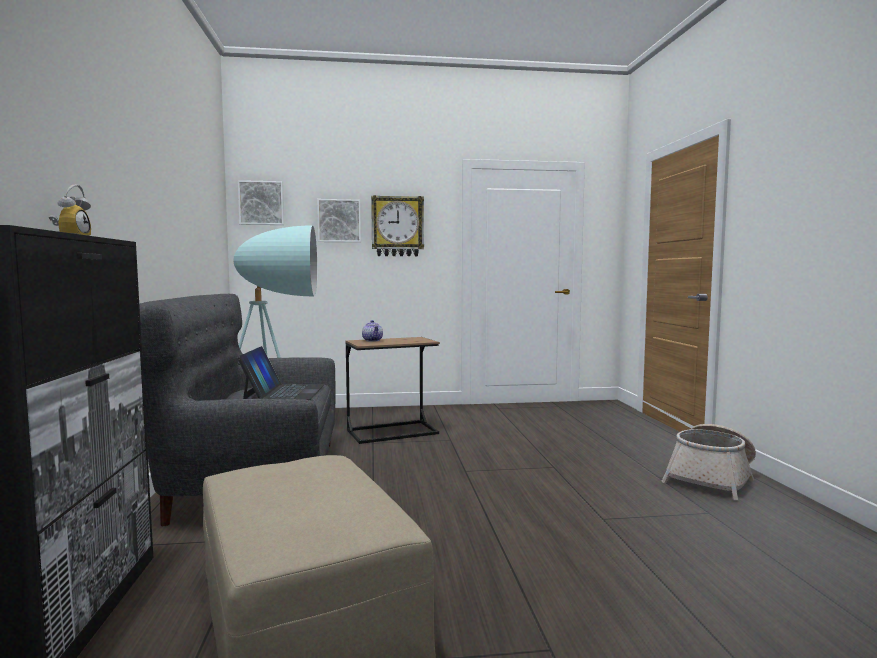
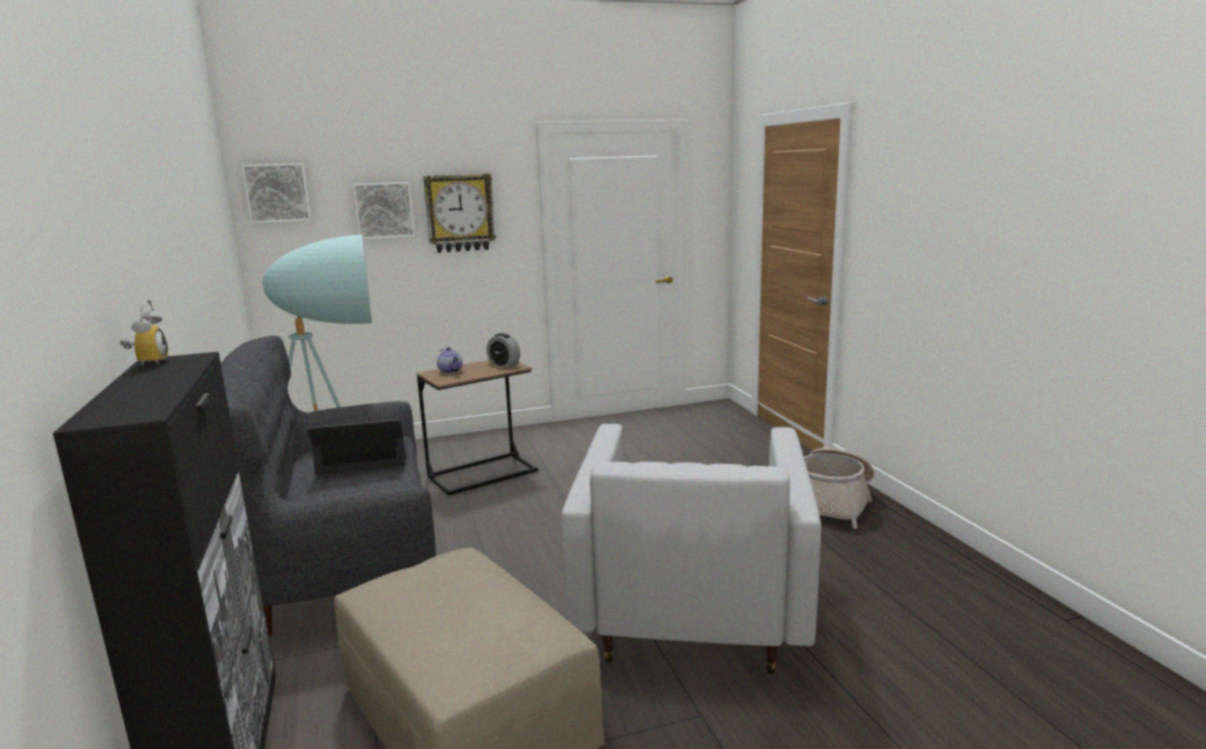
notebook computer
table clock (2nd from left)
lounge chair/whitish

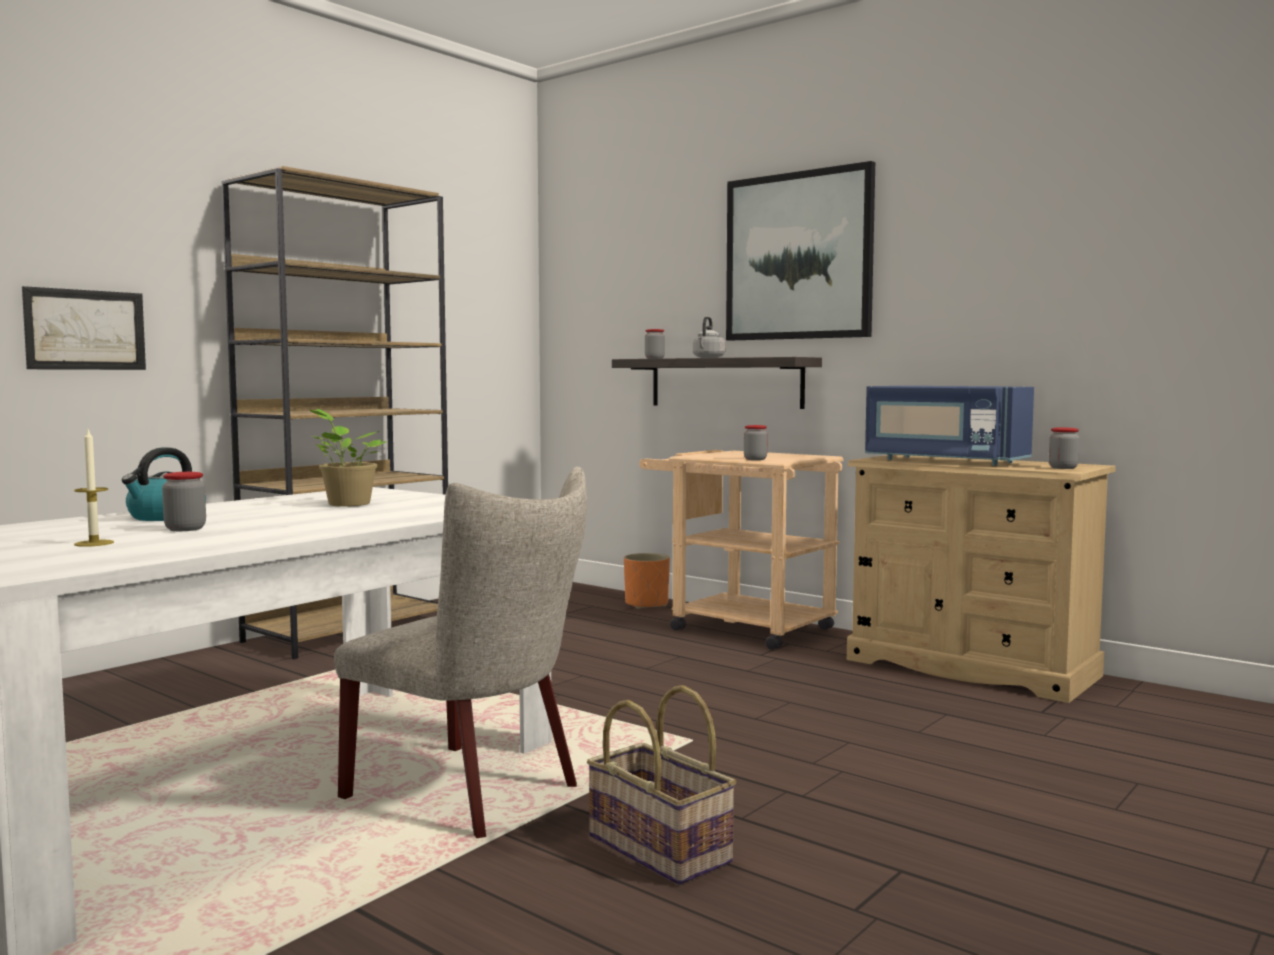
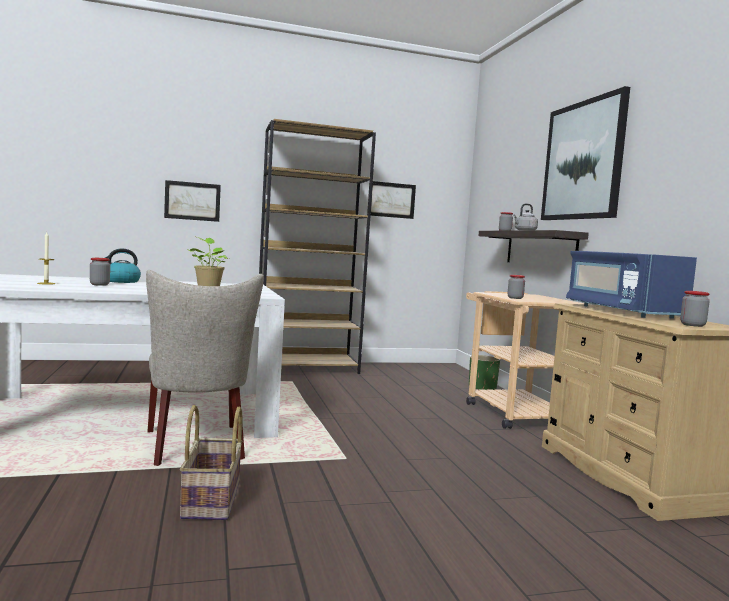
wall picture (2nd from left)
plant pot/green

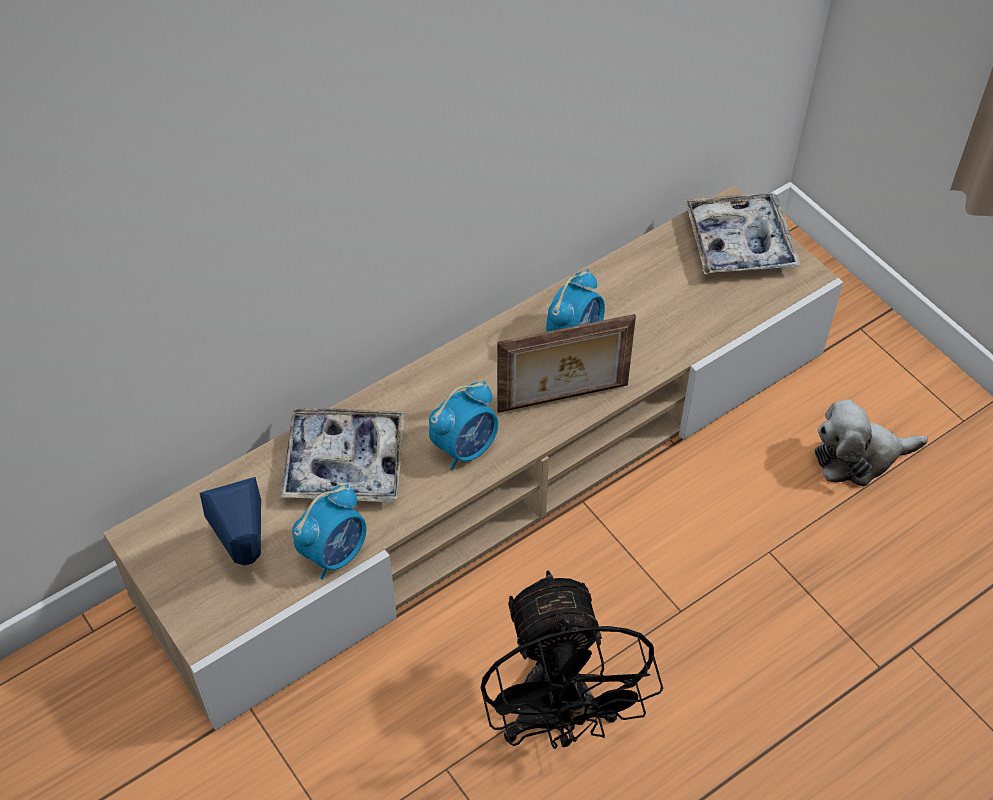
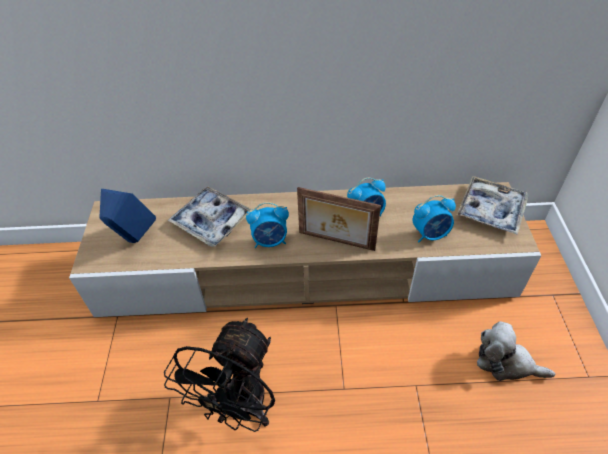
table clock (3rd from left)

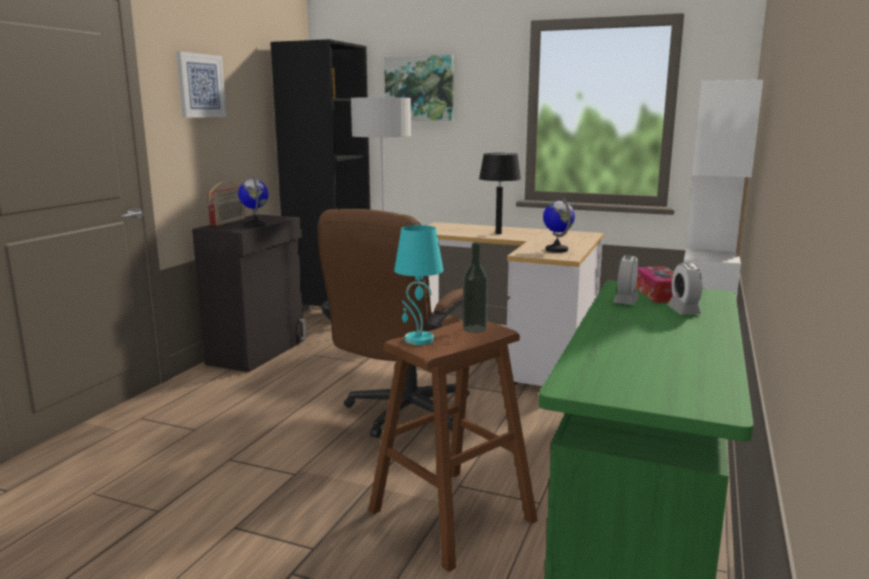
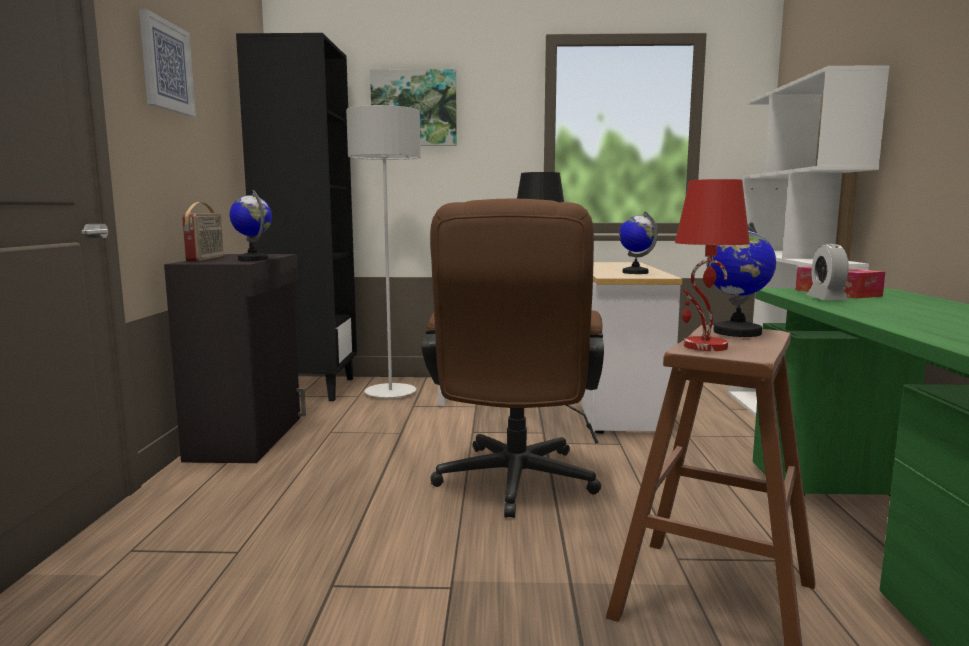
tabletop lamp/red
desk globe (3rd from left)
table clock (2nd from left in the first image)

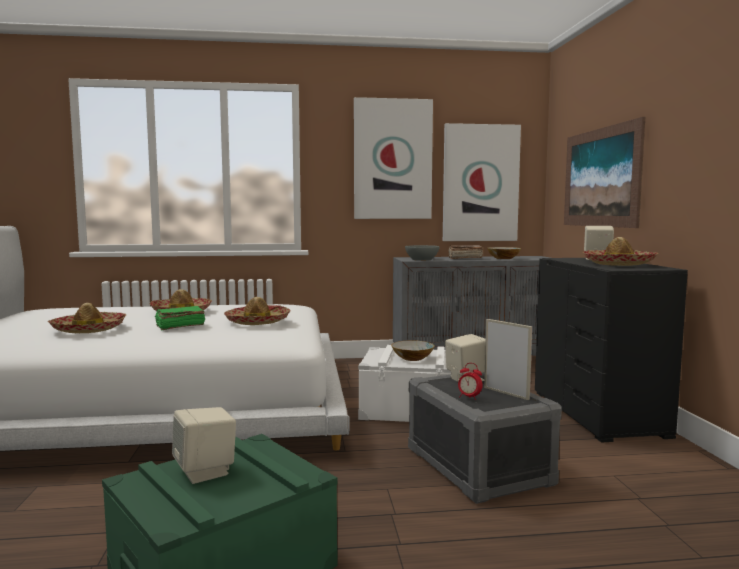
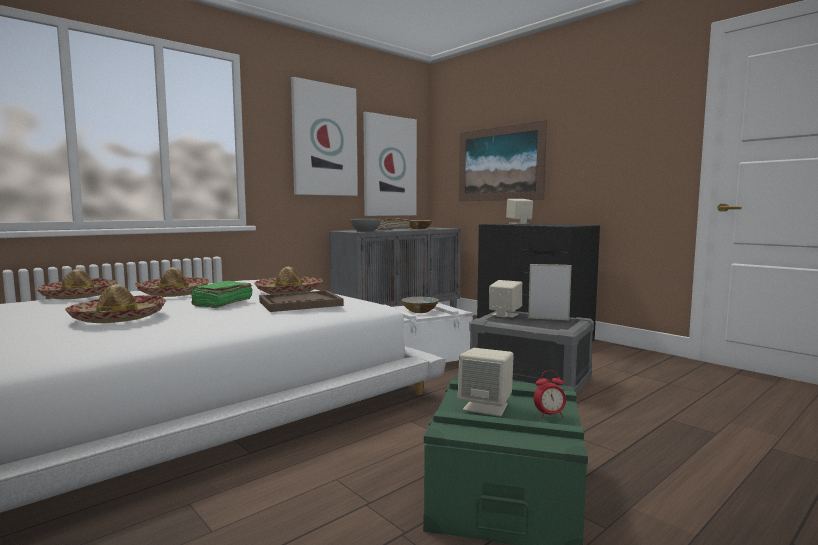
wearable hat (1st from left)
tray/brownish
table clock

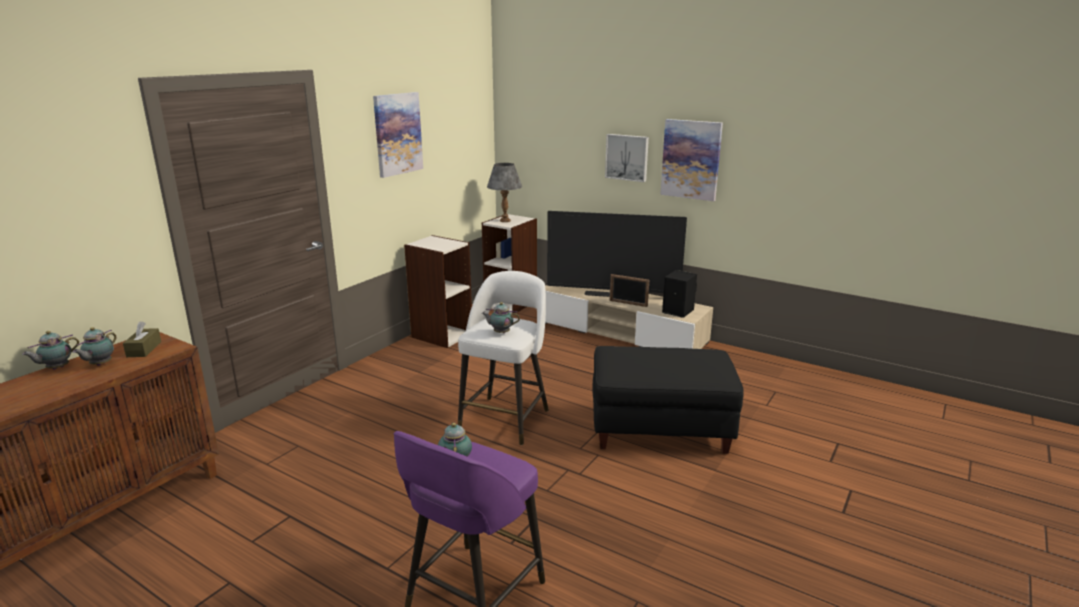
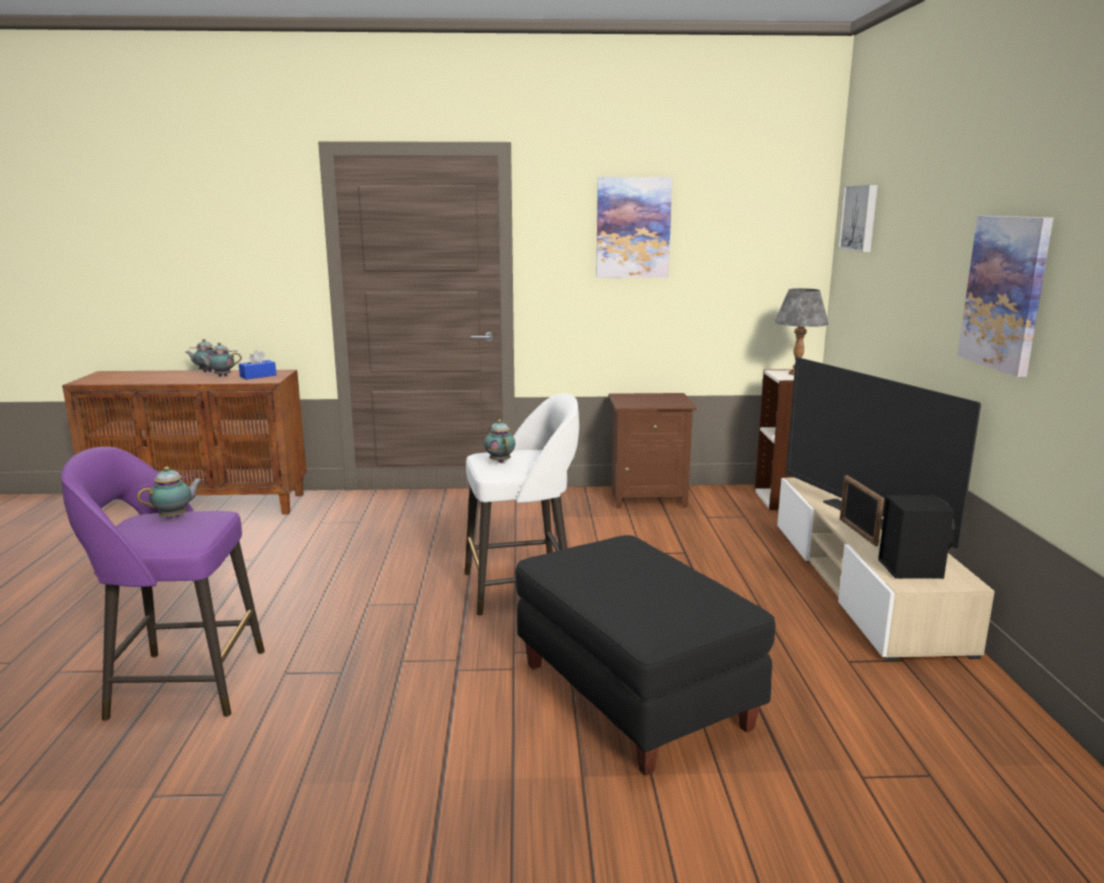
tissue holder/blue
nightstand/brownish
wall picture (2nd from left)

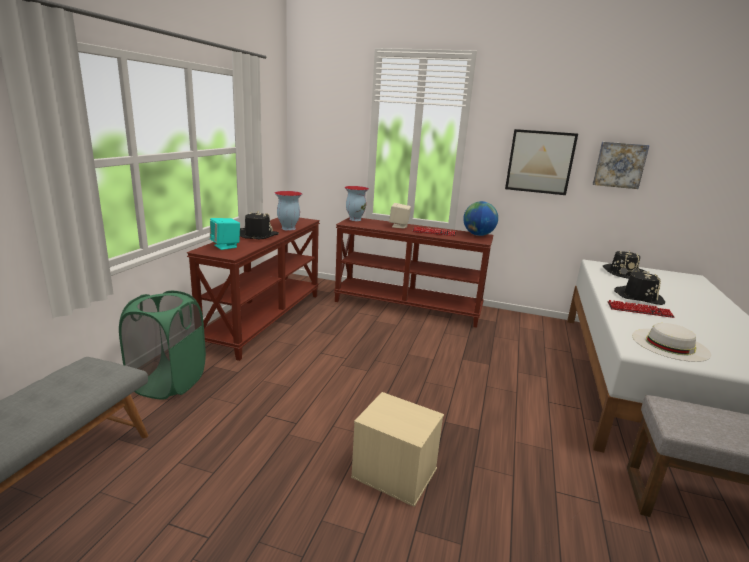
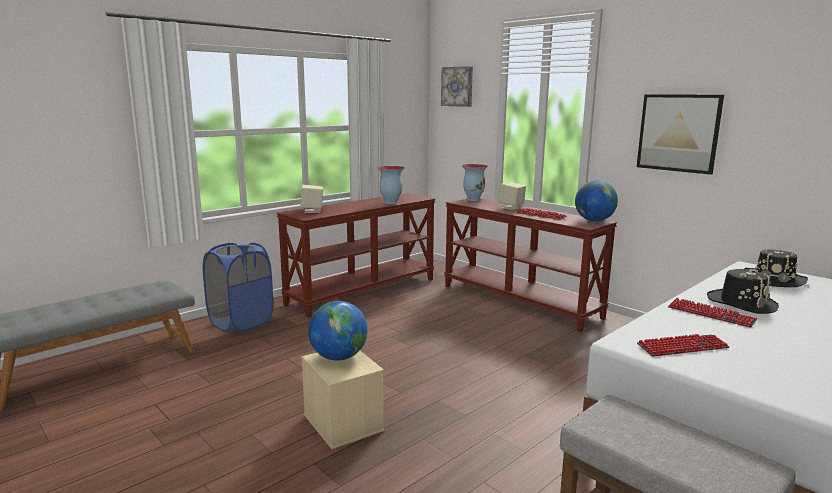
laundry basket/blue
speaker/sand-coloured (1st from left)
desk globe (1st from left)
wall picture (1st from left)
computer keyboard (2nd from left)
wearable hat/black-coloured (1st from left in the first image)

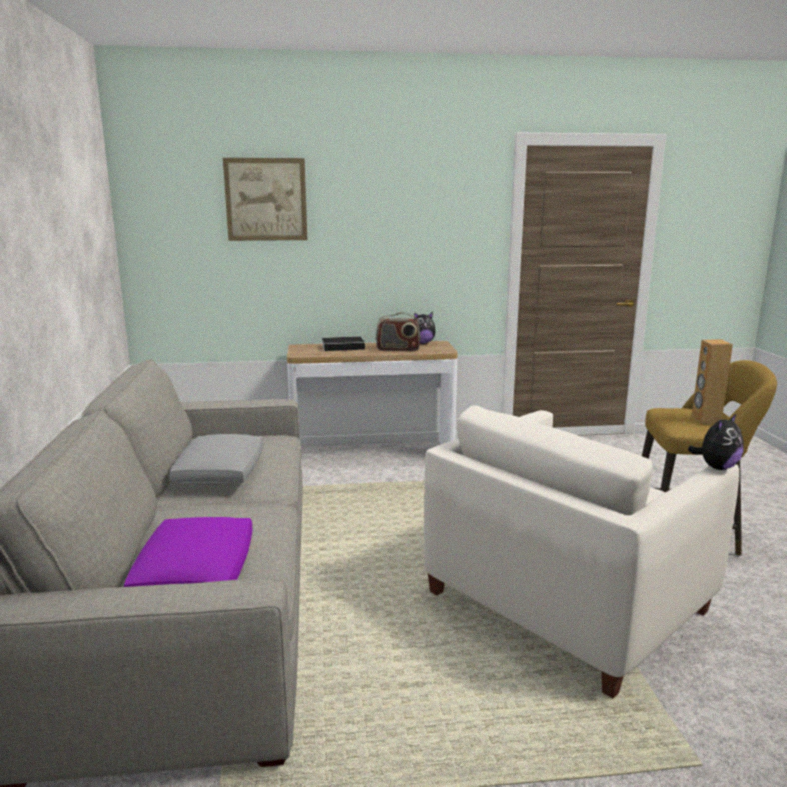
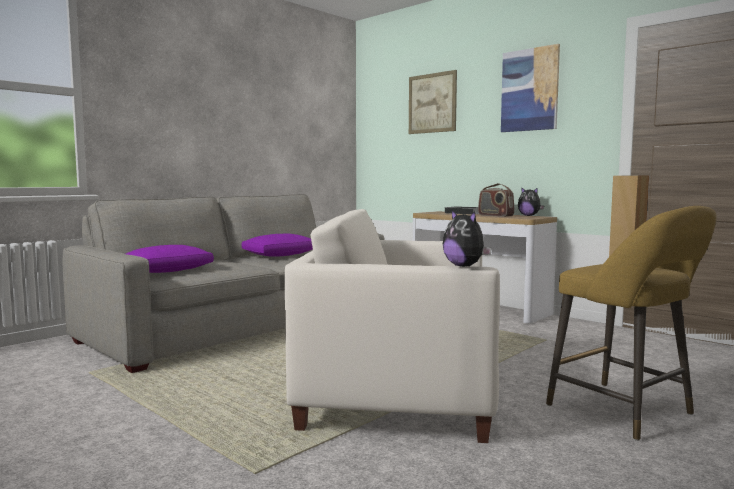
cushion/purple-coloured (2nd from left)
soft toy (1st from left)
wall picture (2nd from left)

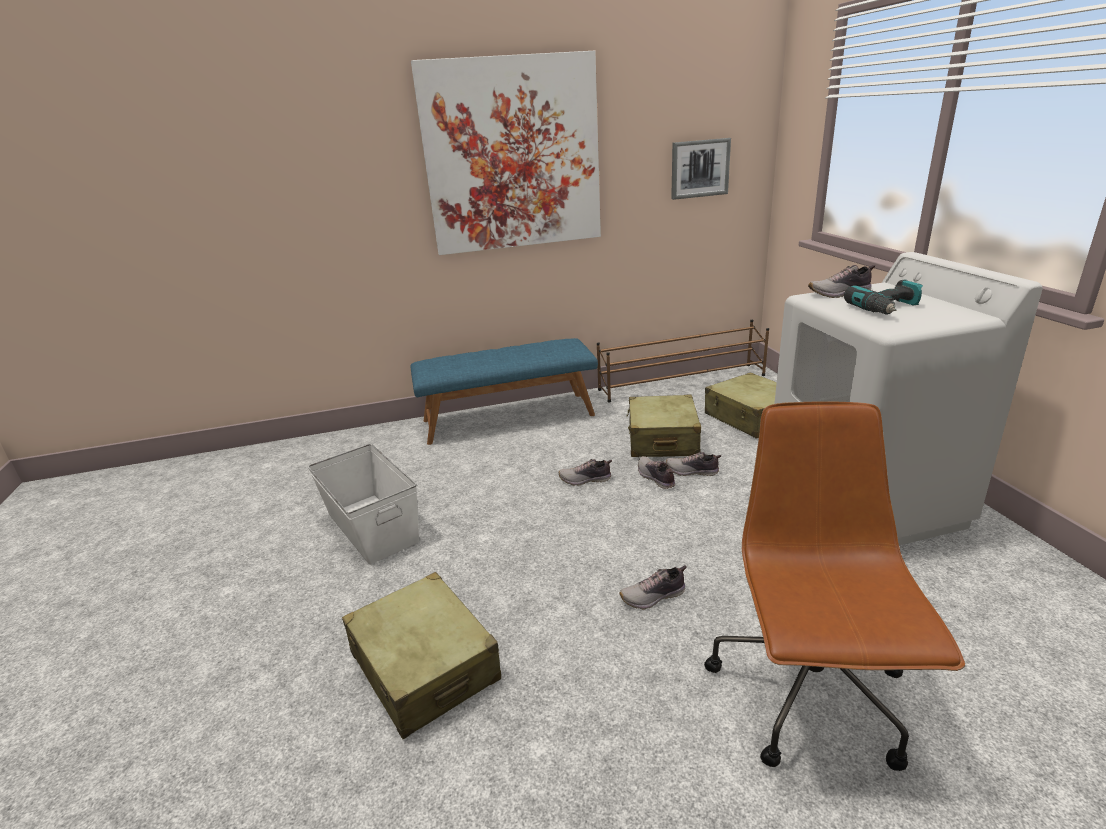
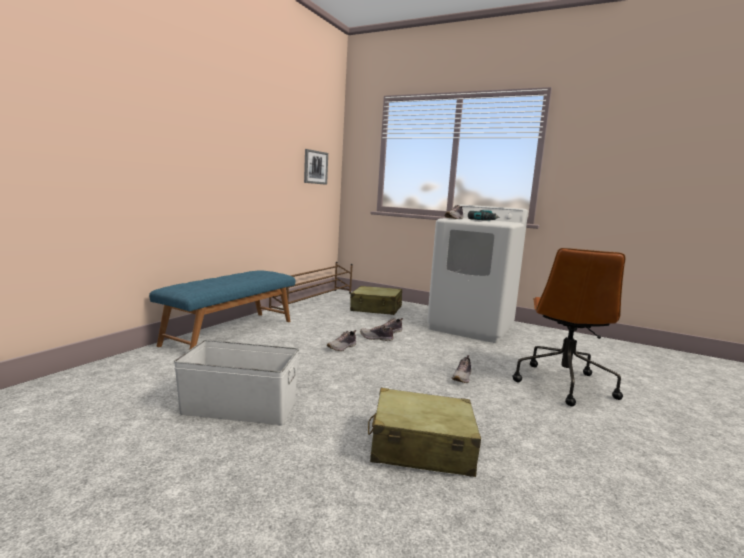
office chair/brownish
wall picture (1st from left in the first image)
travel case/sand-coloured (2nd from left in the first image)

